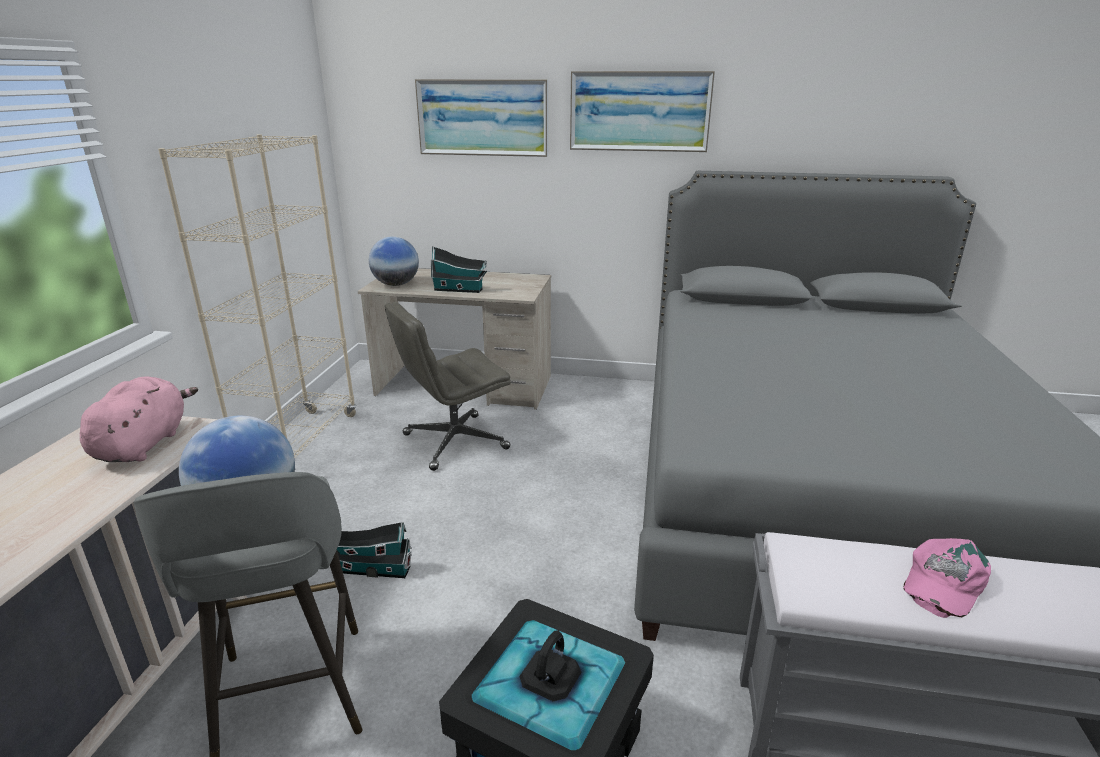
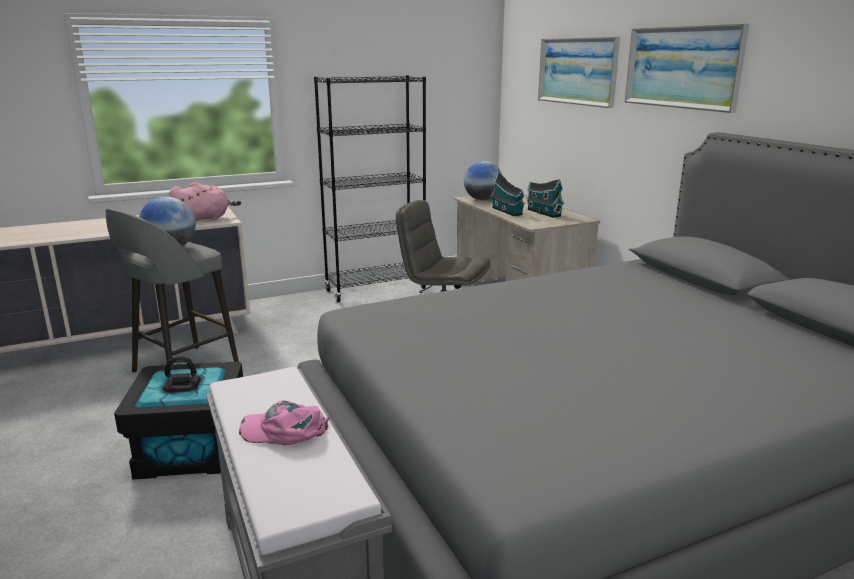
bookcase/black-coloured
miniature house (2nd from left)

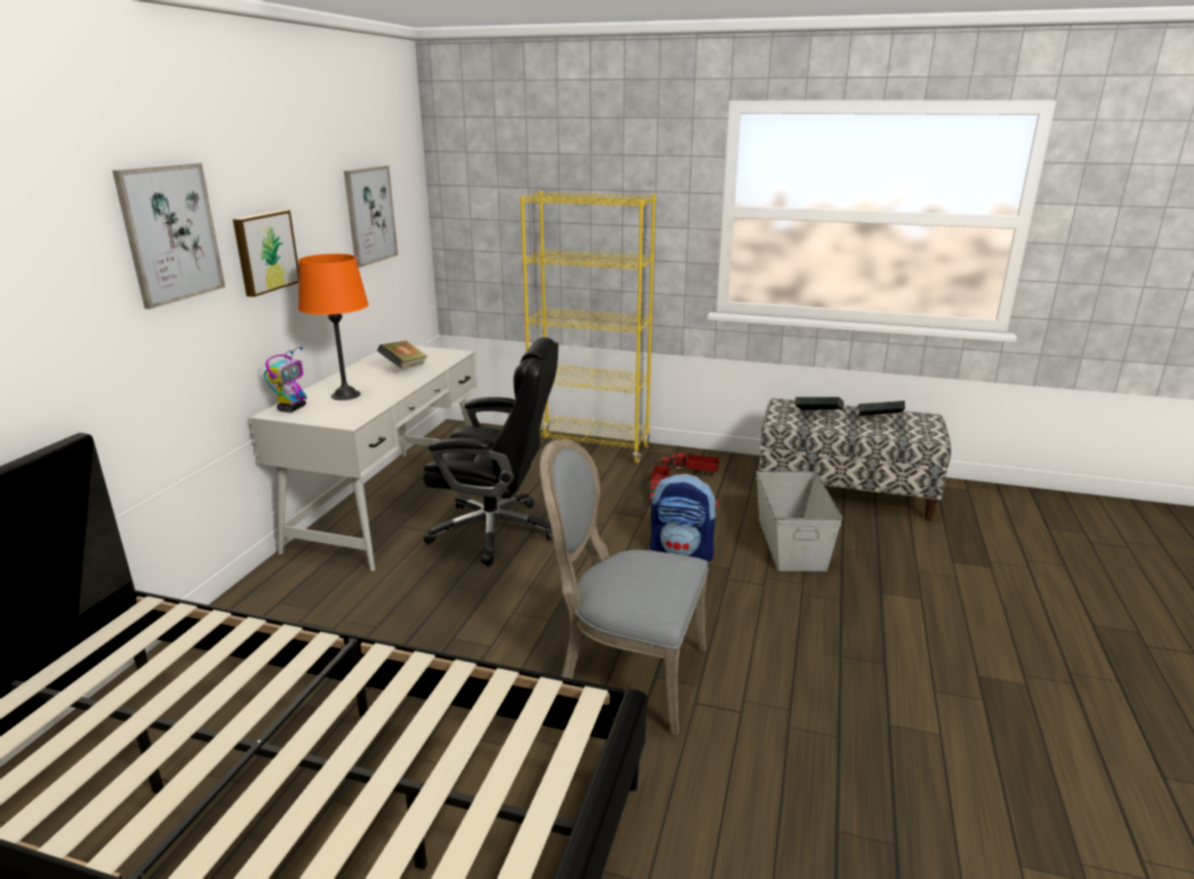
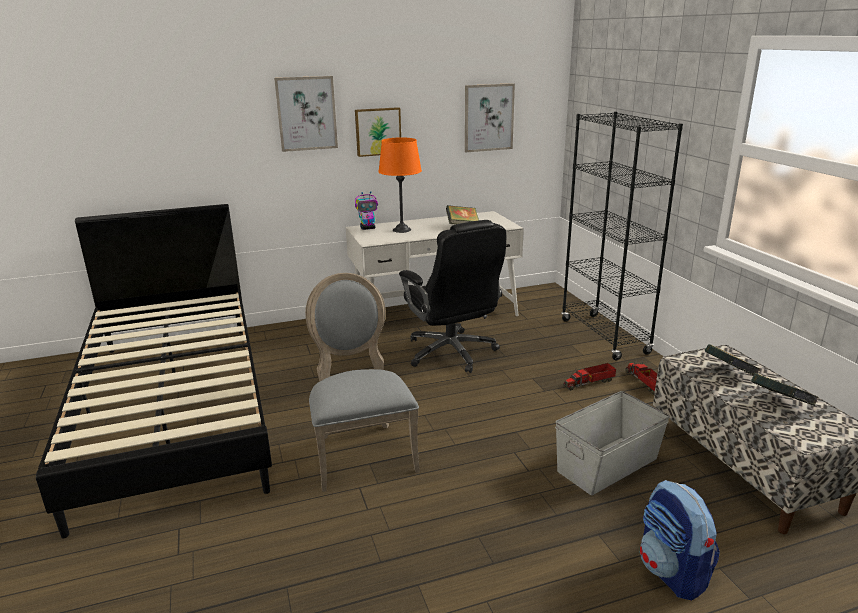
bookcase/black-coloured
rucksack

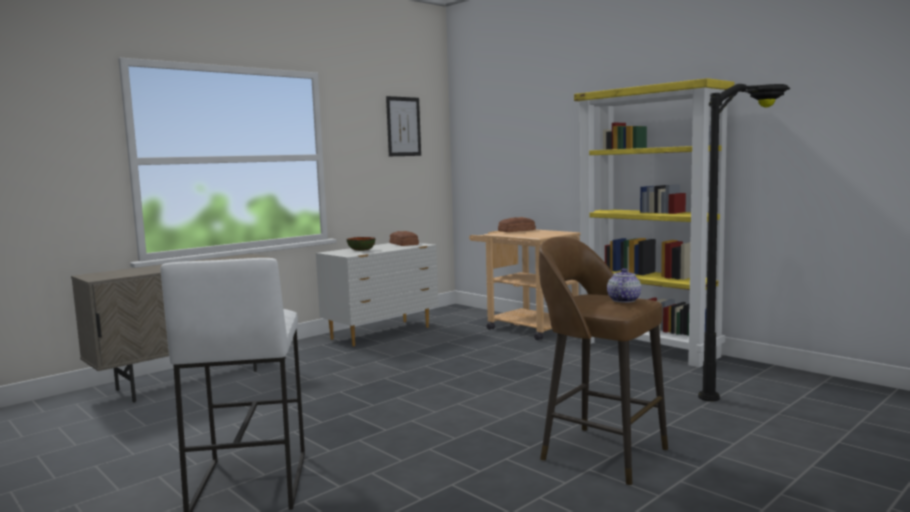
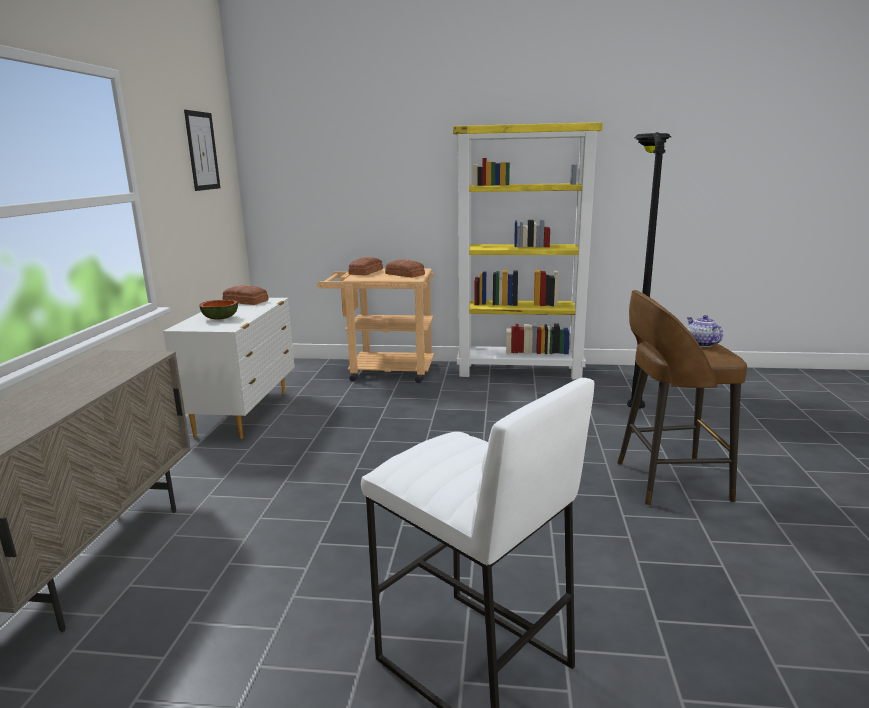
bread (3rd from left)

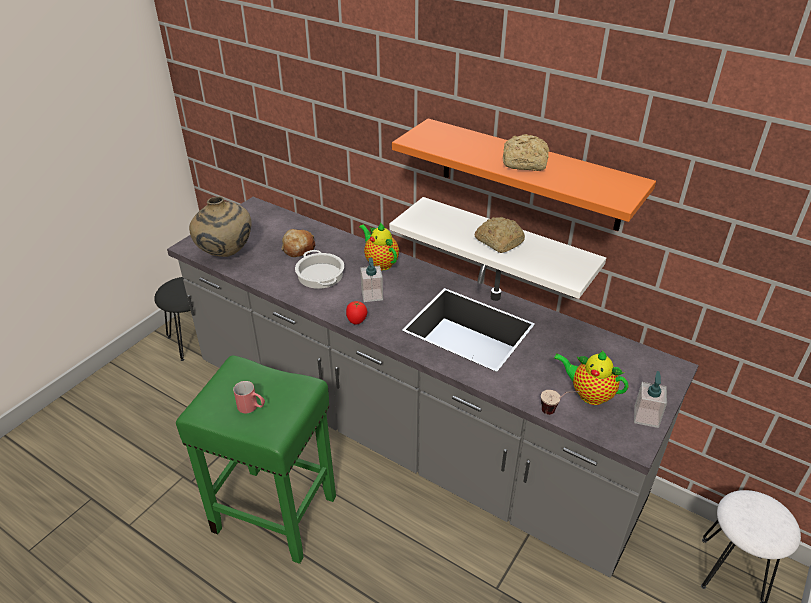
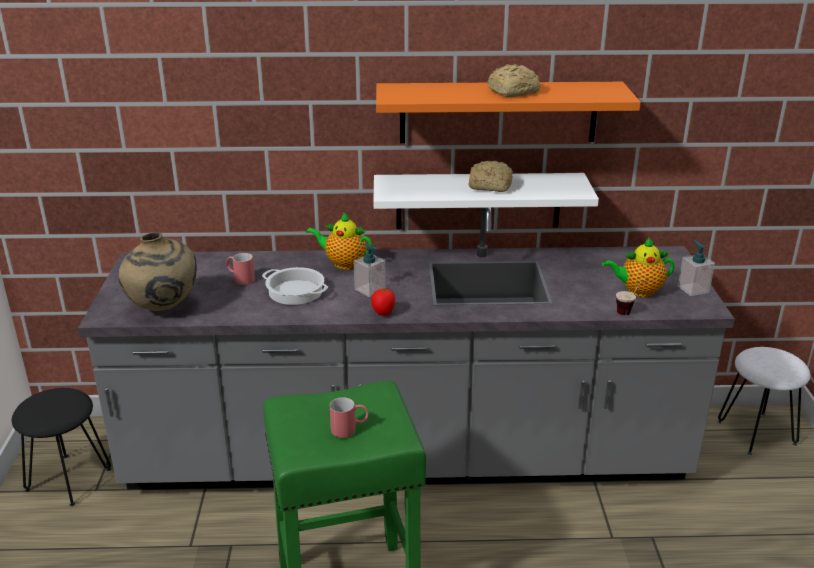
mug/red (1st from left)

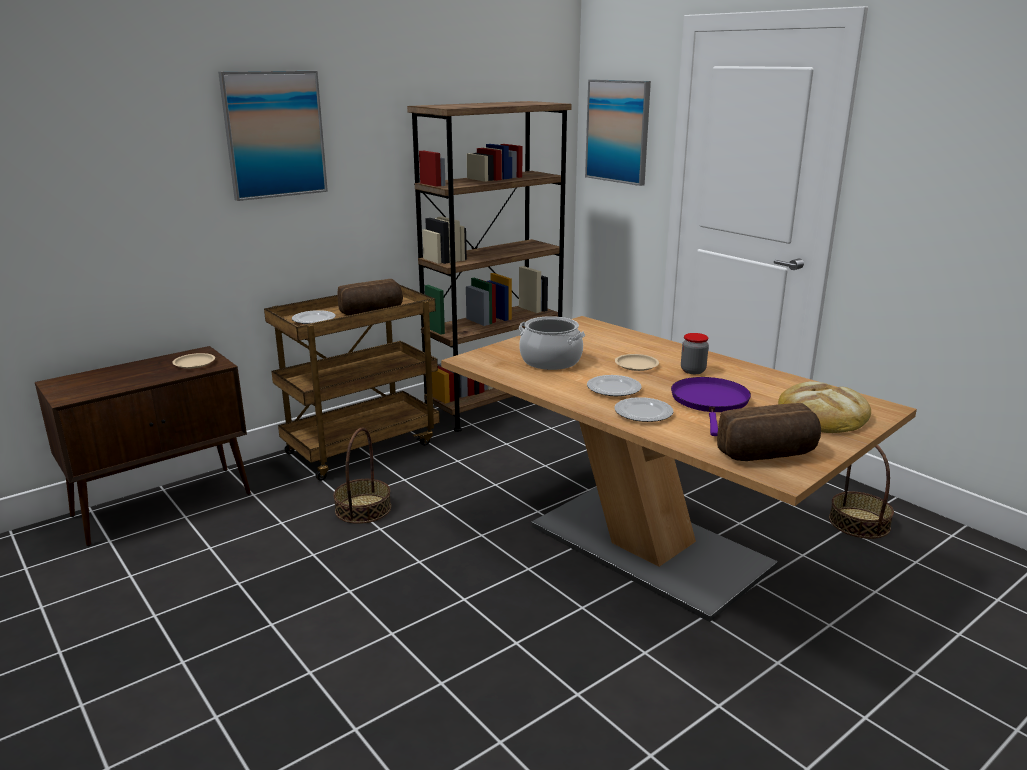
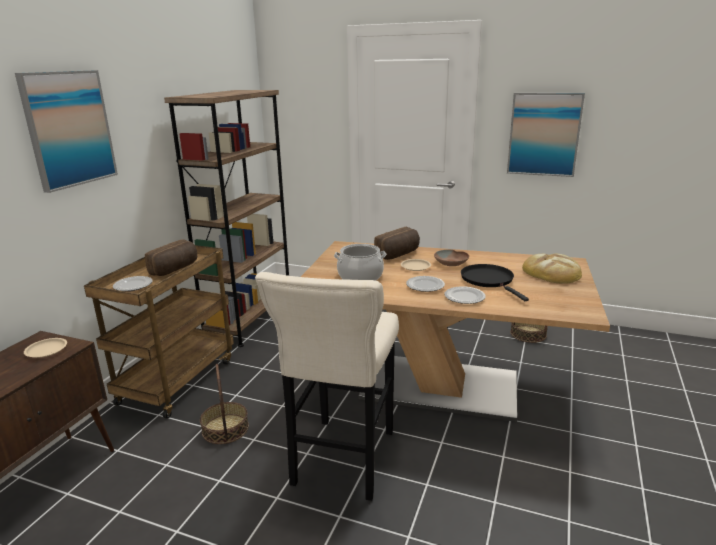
stool seat/sand-coloured
bread (2nd from left)
serving bowl/brownish
skillet/black-coloured
wall picture (2nd from left)

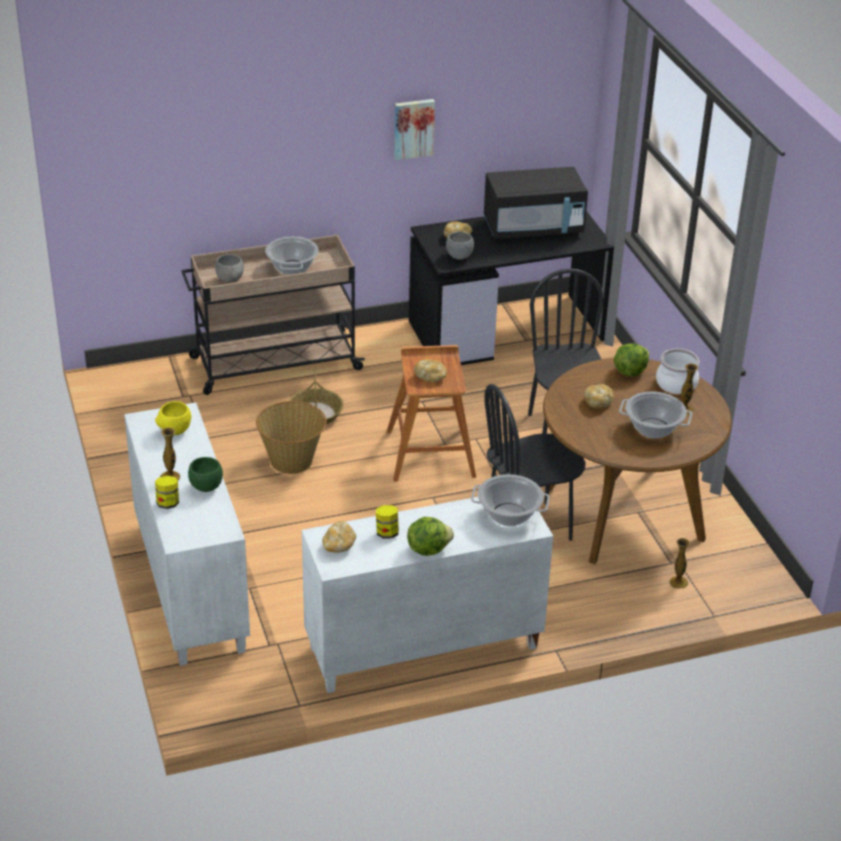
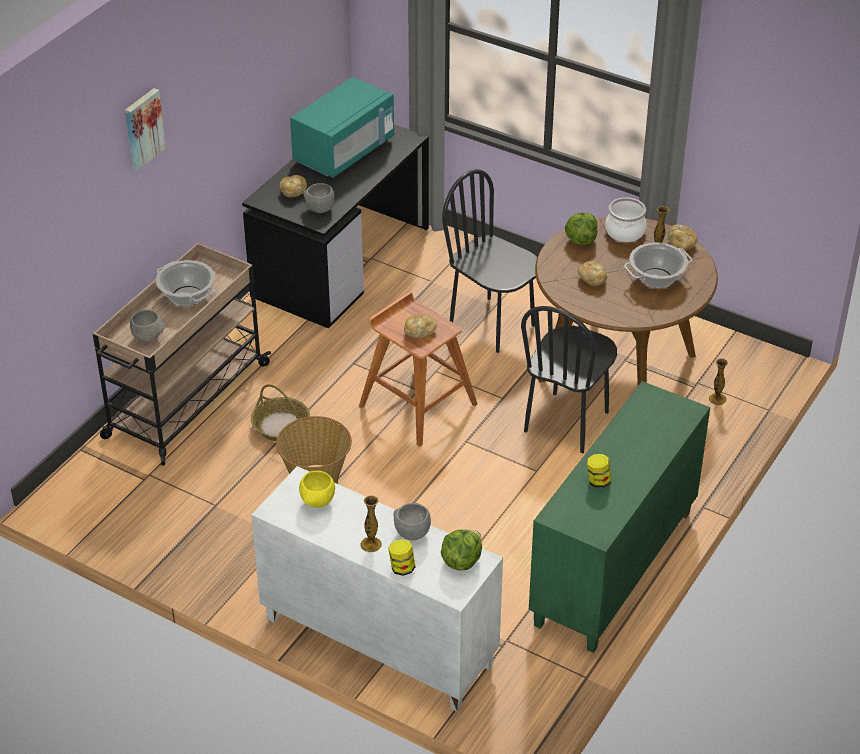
wall picture
microwave oven/blue-green
serving bowl/gray (3rd from left)
head of lettuce (1st from left)
cupboard/green
bread (4th from left)
saucepot (2nd from left in the first image)

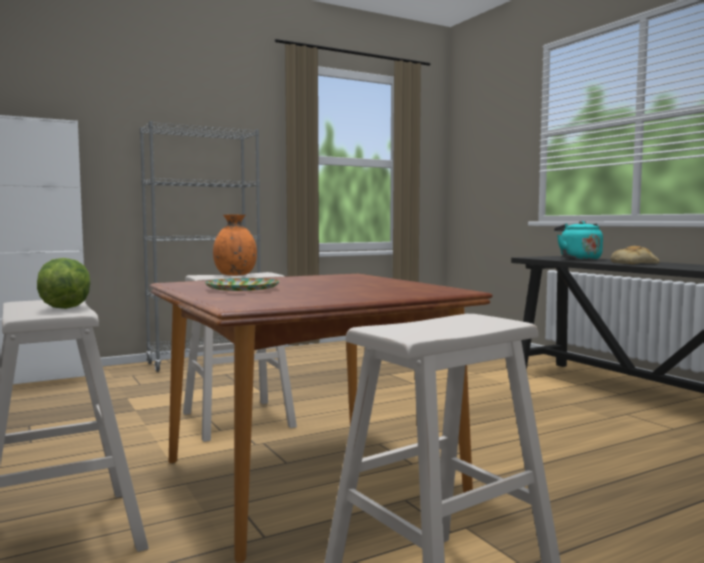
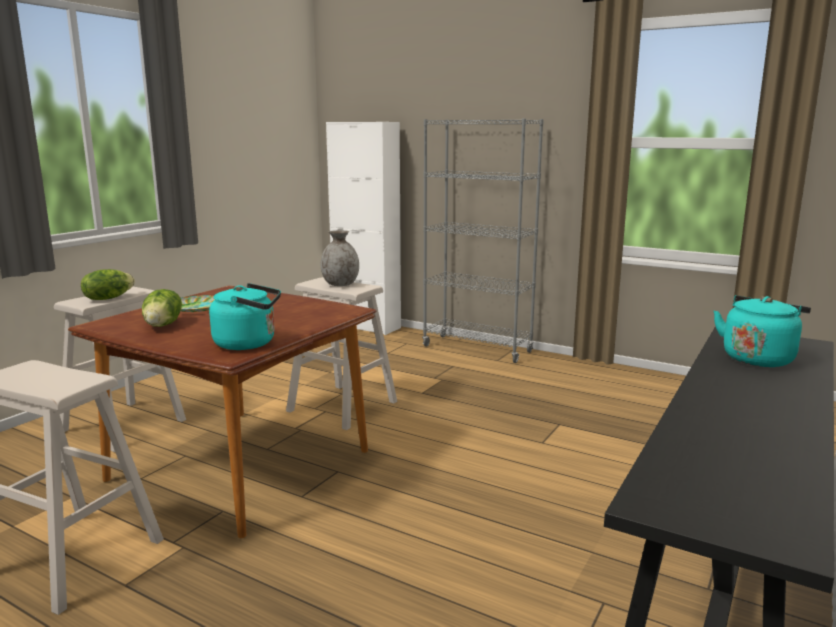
head of lettuce (2nd from left)
water kettle/blue-green (1st from left)
decorative vase/gray
bread

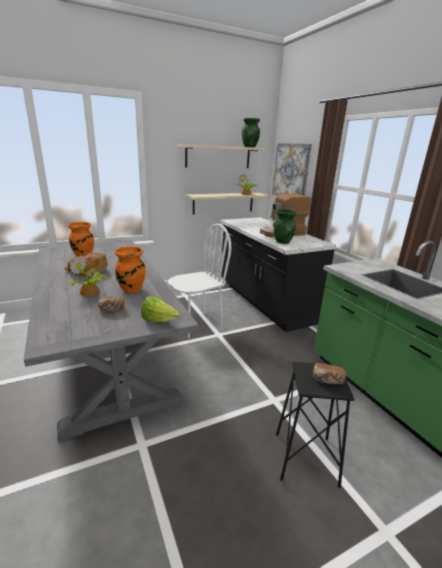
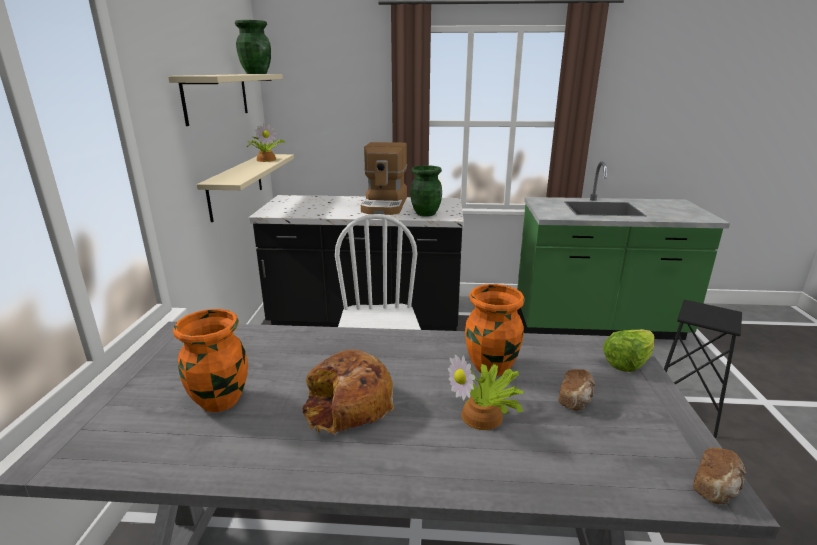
bread (3rd from left)
wall picture

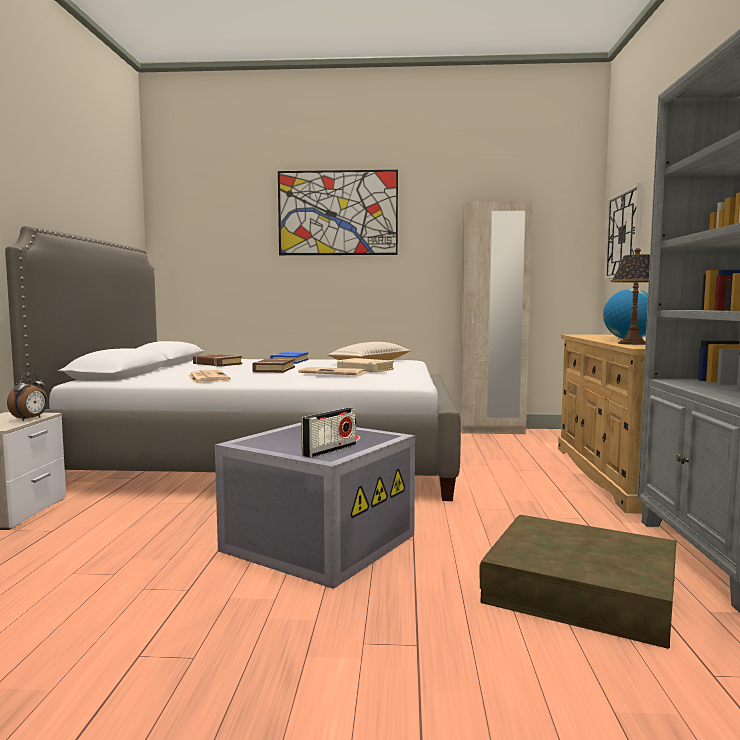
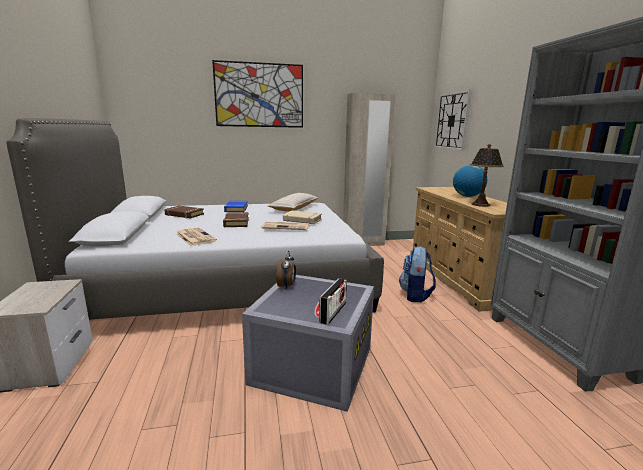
table clock
rucksack
storage container/brownish

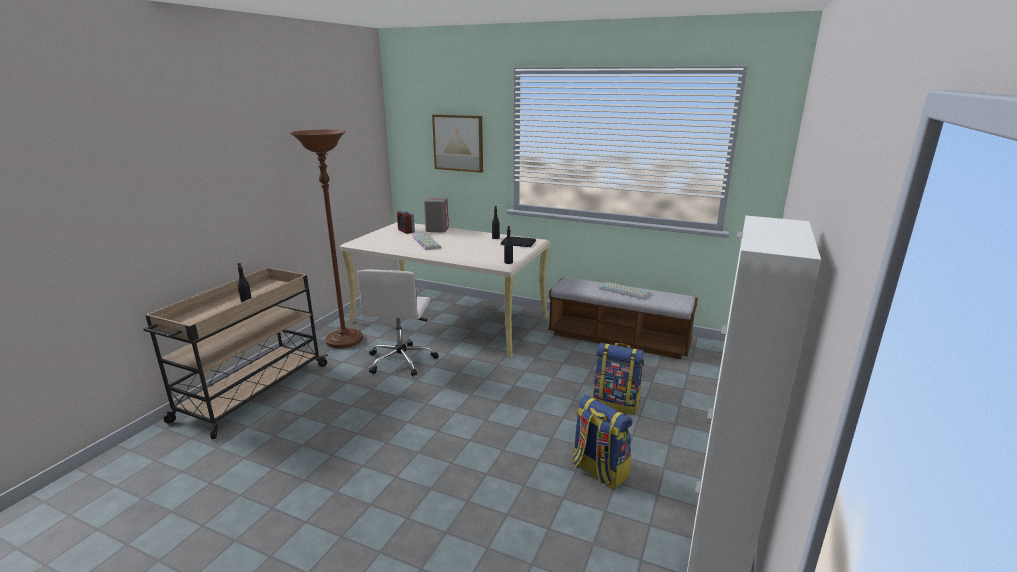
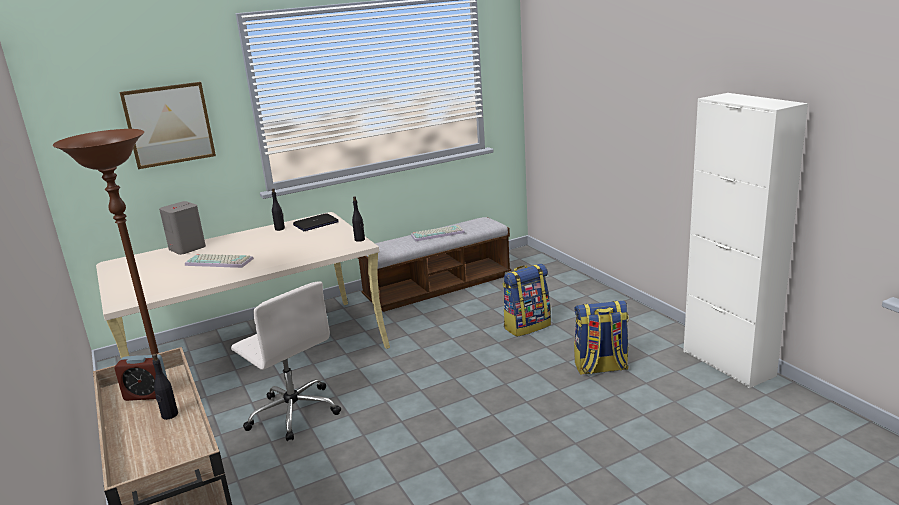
table clock

